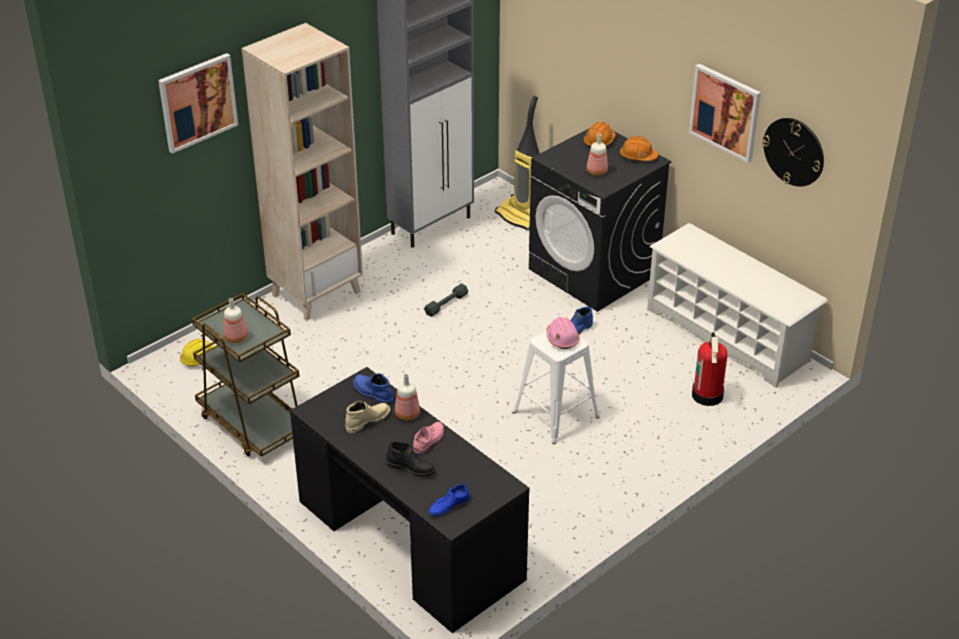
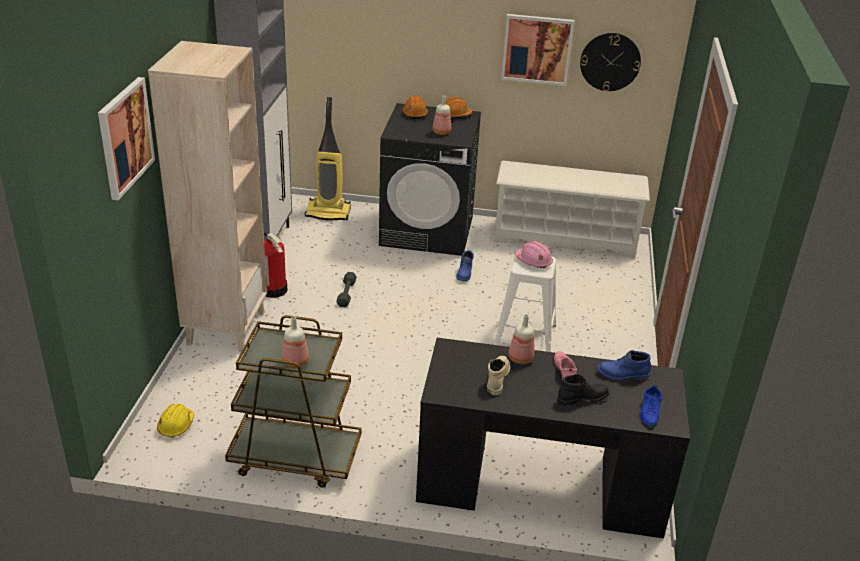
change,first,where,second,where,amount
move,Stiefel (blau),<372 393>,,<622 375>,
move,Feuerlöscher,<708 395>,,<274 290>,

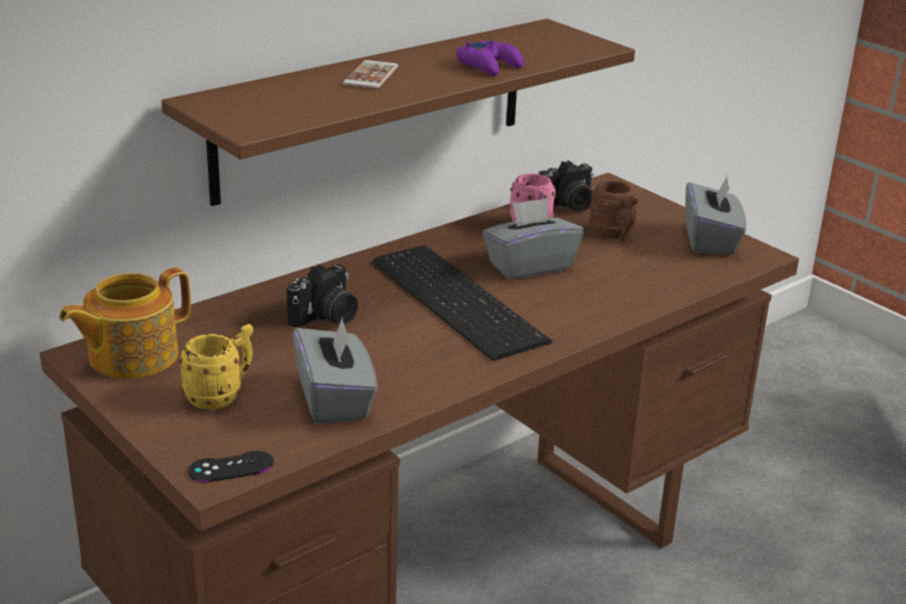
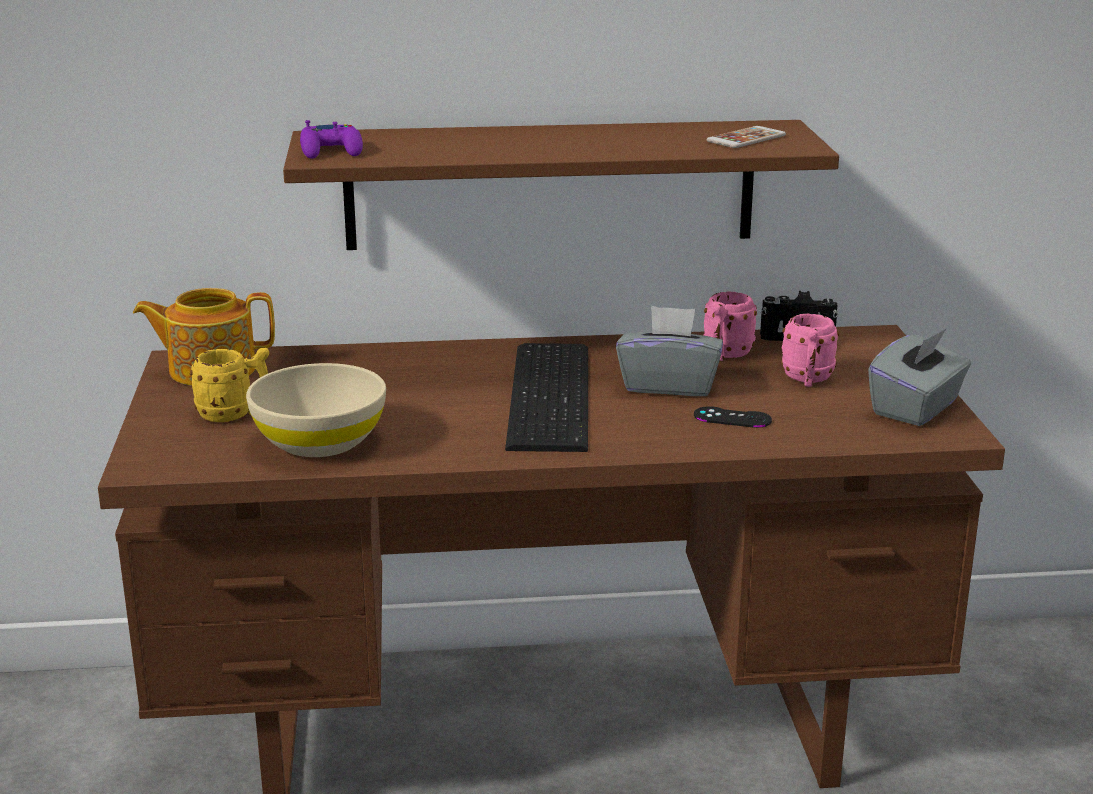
change,first,where,second,where,amount
move,Gamepad (schwarz),<231 467>,,<732 418>,
delete,Kamera,<326 318>,,,
replace,Taschentuchbox (grau),<335 400>,Schüssel (beige),<319 442>,
move,Handy,<371 76>,,<746 138>,
move,Gamepad (lila),<489 65>,,<331 150>,
recolor,Henkelbecher (braun),<614 235>,Henkelbecher (rosa),<807 380>,

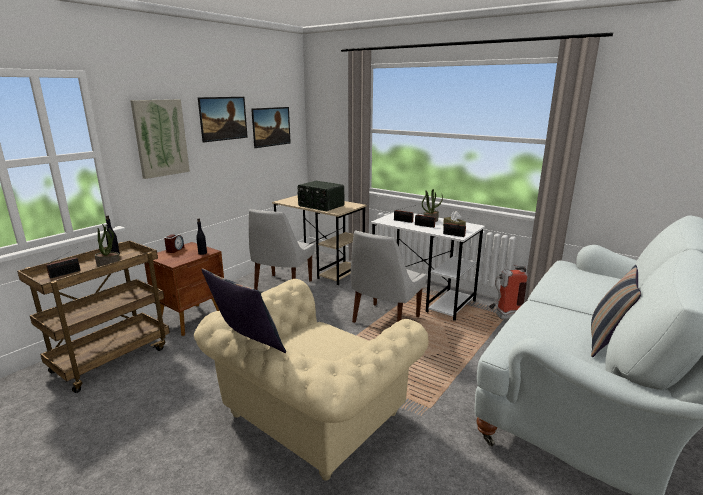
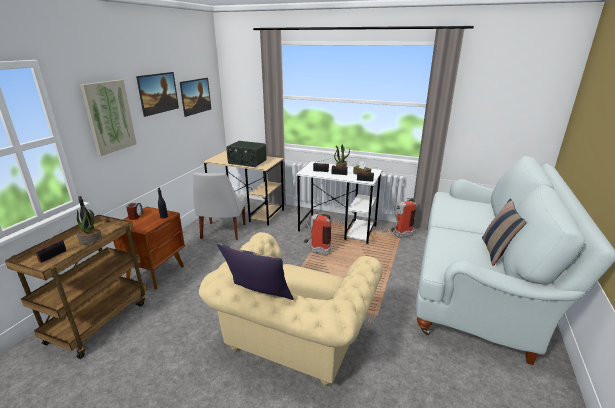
change,first,where,second,where,amount
replace,Stuhl (weiß),<384 320>,Feuerlöscher,<317 251>,

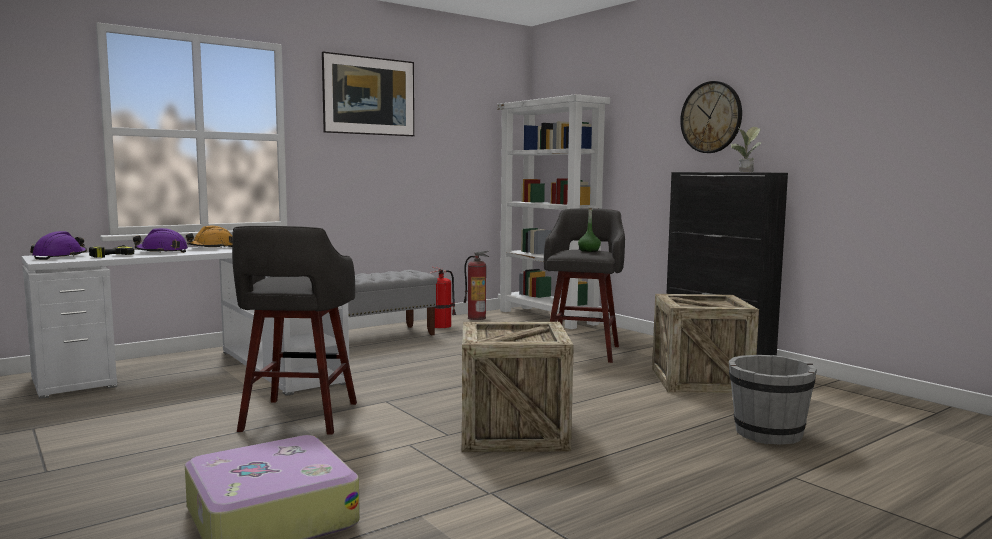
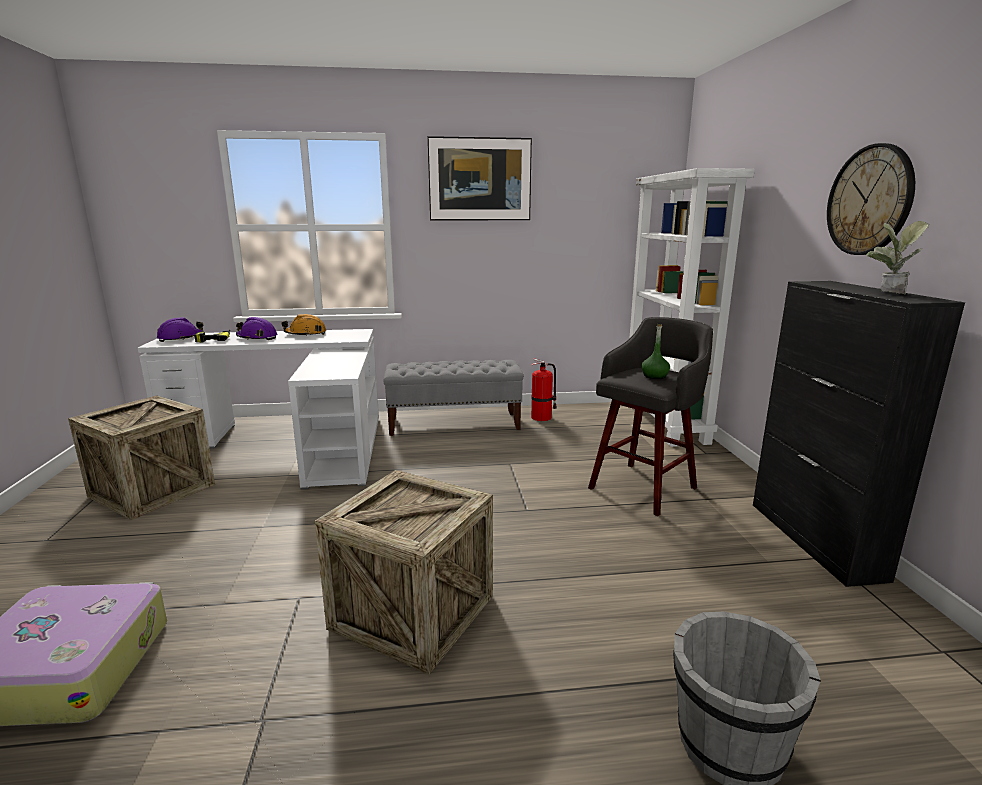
change,first,where,second,where,amount
delete,Hocker (grau),<298 418>,,,
delete,Feuerlöscher,<477 318>,,,
move,Kiste,<700 380>,,<152 490>,

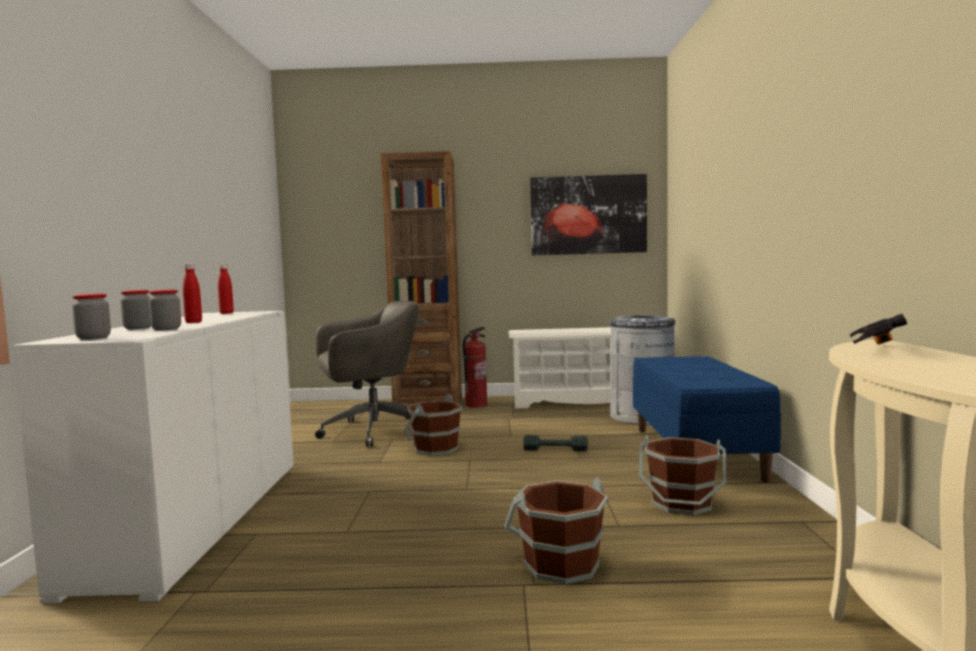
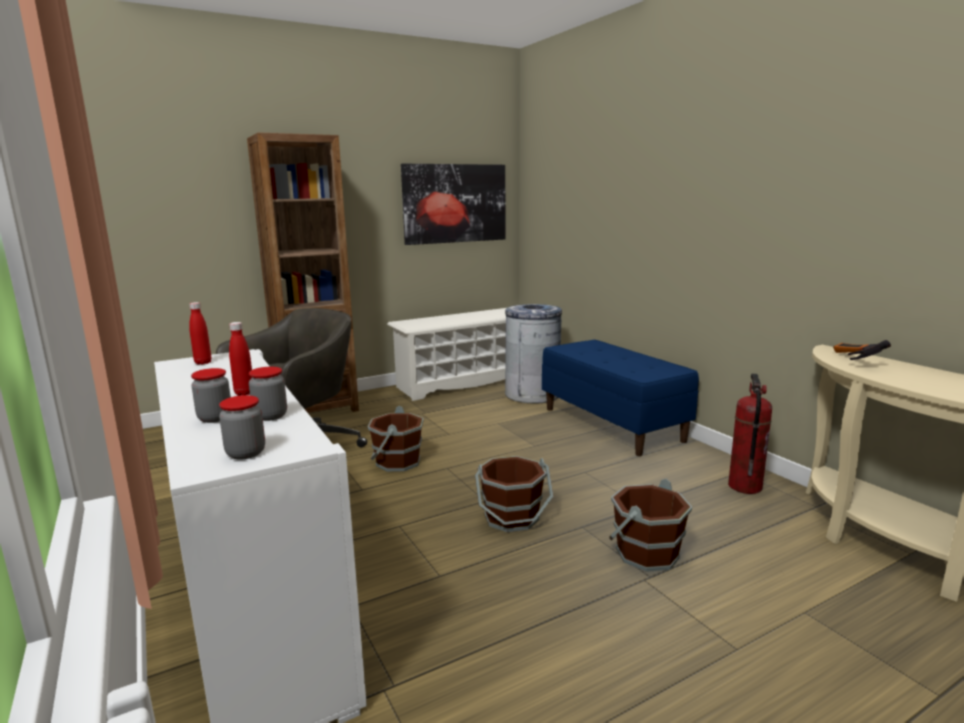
change,first,where,second,where,amount
move,Feuerlöscher,<476 405>,,<744 486>,
delete,Hantel (grau),<555 449>,,,
move,Eimer (braun),<682 503>,,<512 518>,

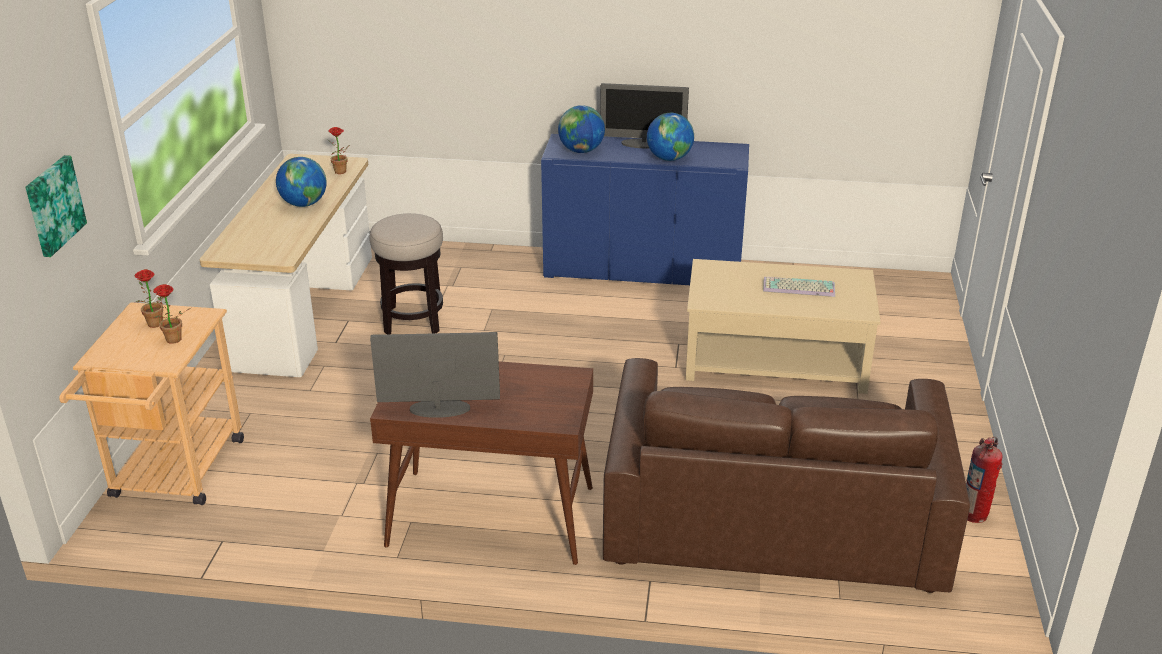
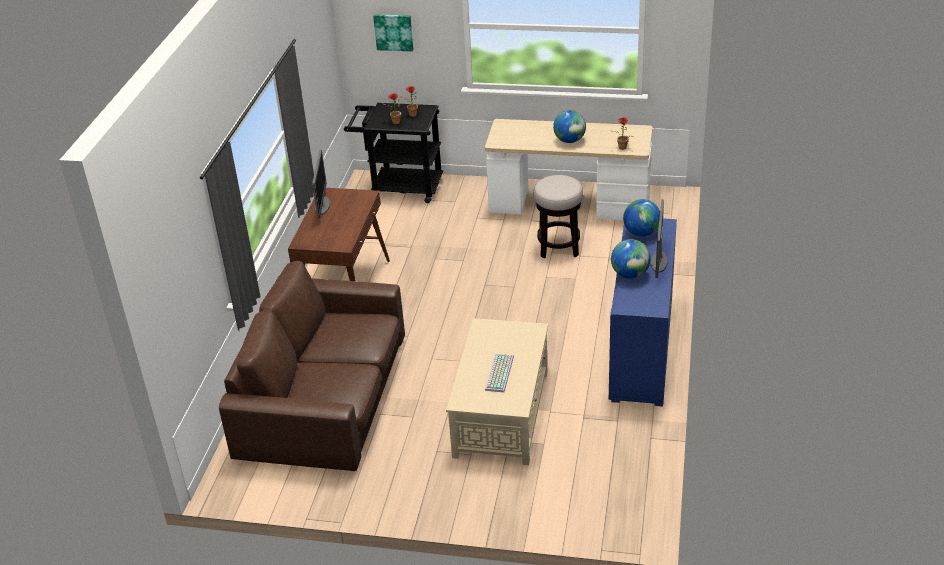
change,first,where,second,where,amount
recolor,Rollwagen (beige),<173 476>,Rollwagen (schwarz),<400 188>,
delete,Feuerlöscher,<974 514>,,,

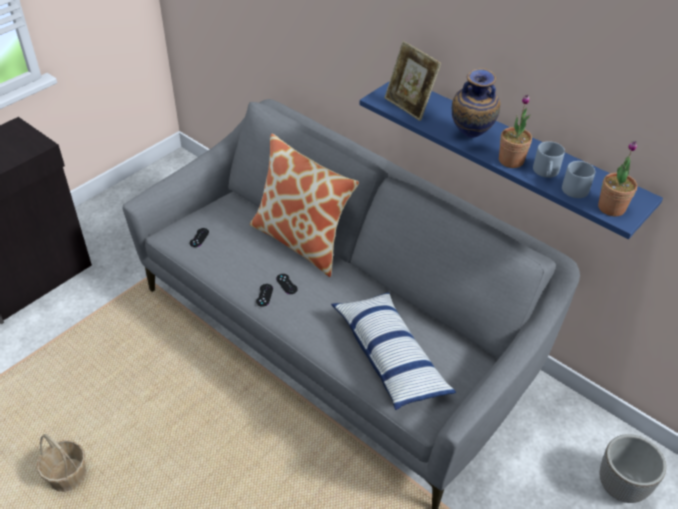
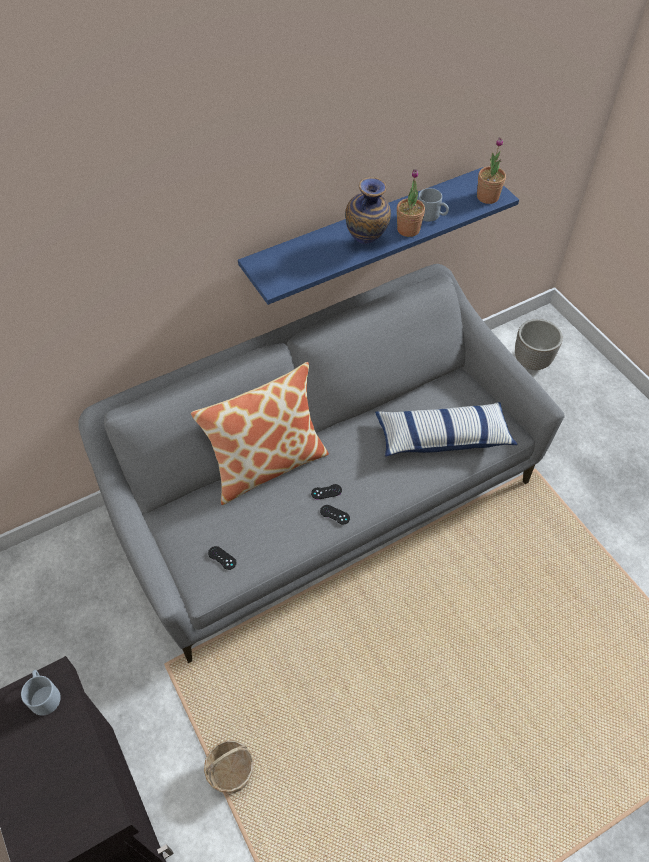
change,first,where,second,where,amount
move,Korb,<68 475>,,<231 773>,
delete,Bilderrahmen,<409 106>,,,
move,Henkelbecher (grau),<577 187>,,<43 695>,

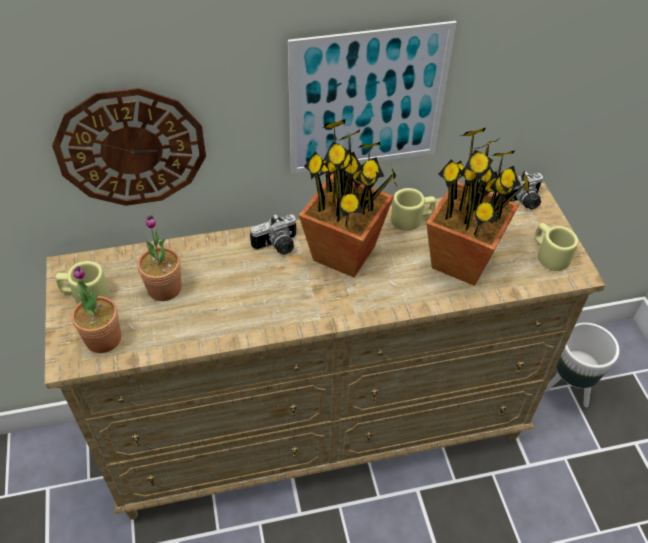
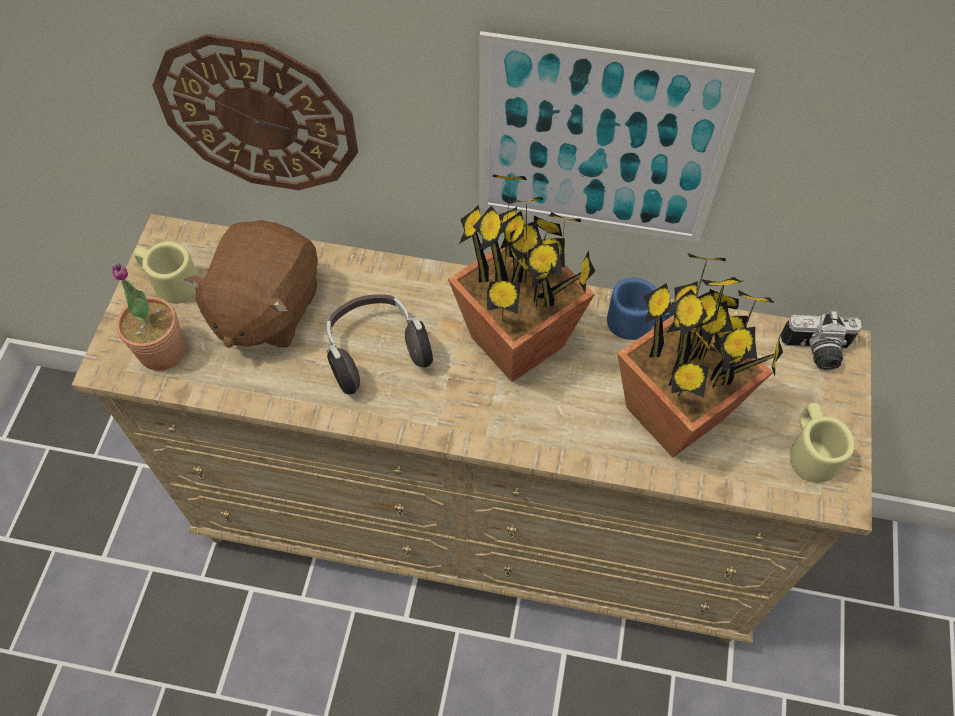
change,first,where,second,where,amount
replace,Topfpflanze,<164 288>,Plüschtier (braun),<265 308>,
delete,Kamera,<277 246>,,,
recolor,Henkelbecher (beige),<412 219>,Henkelbecher (blau),<639 322>,
delete,Pflanzkübel (weiß),<569 388>,,,
insert,,,Kopfhörer,<375 351>,

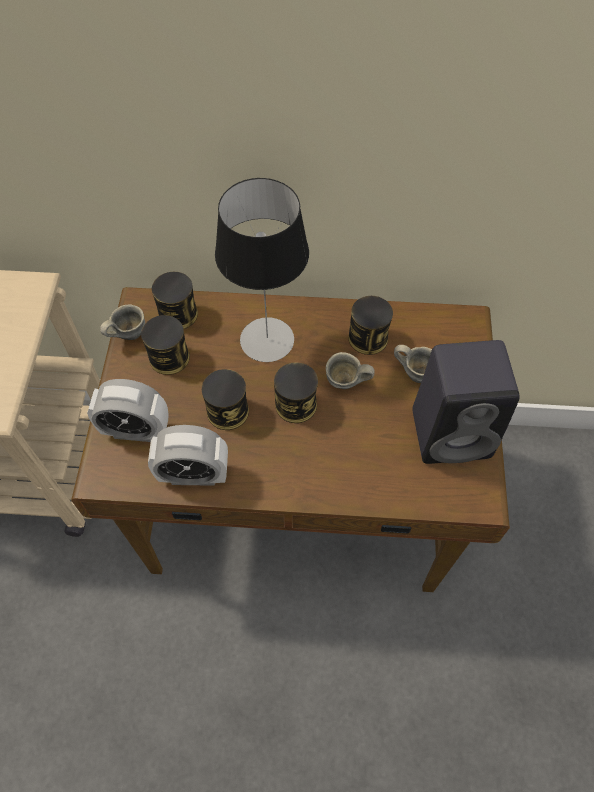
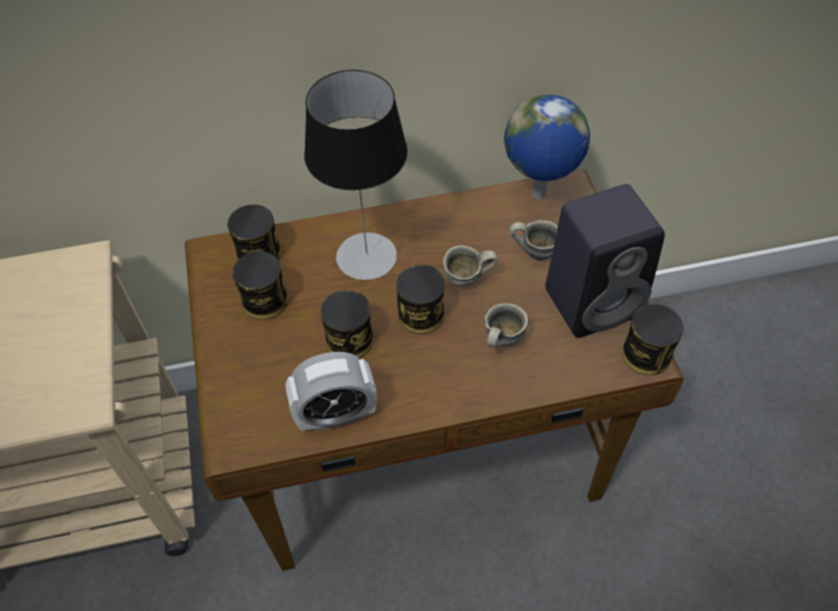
change,first,where,second,where,amount
delete,Wecker,<136 431>,,,
move,Henkelbecher (grau),<127 334>,,<500 339>,
move,Dose,<368 338>,,<646 354>,
insert,,,Globus,<539 195>,

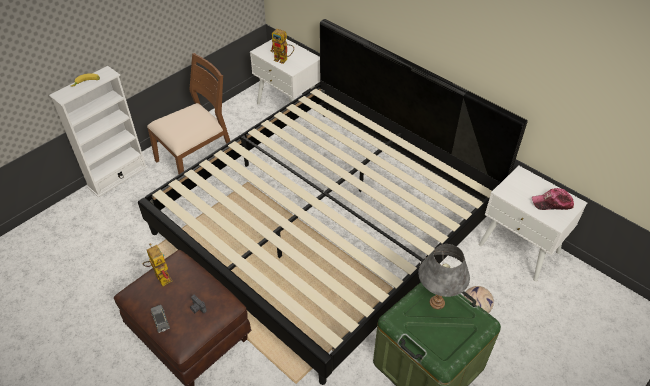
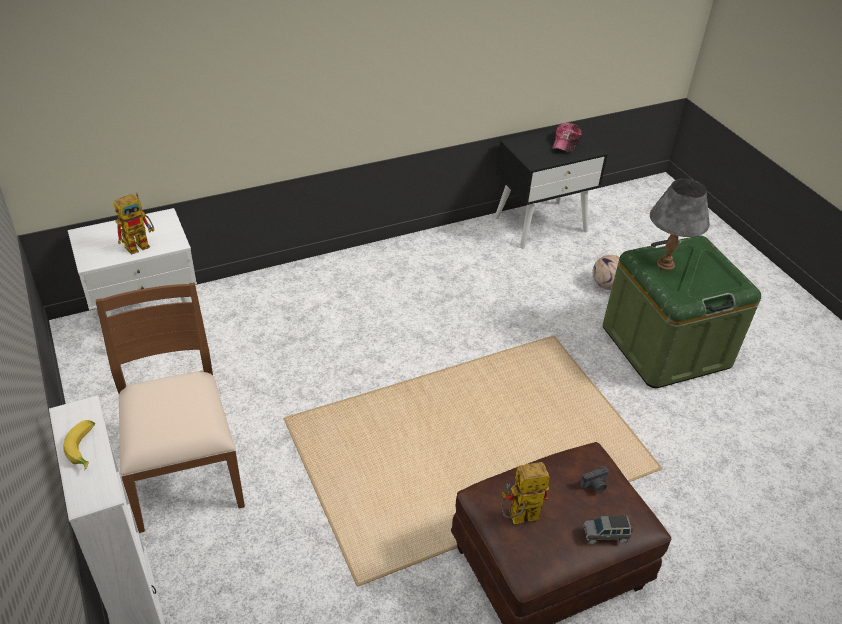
change,first,where,second,where,amount
delete,Bett,<325 223>,,,
recolor,Nachttisch (weiß),<519 248>,Nachttisch (schwarz),<541 224>,

